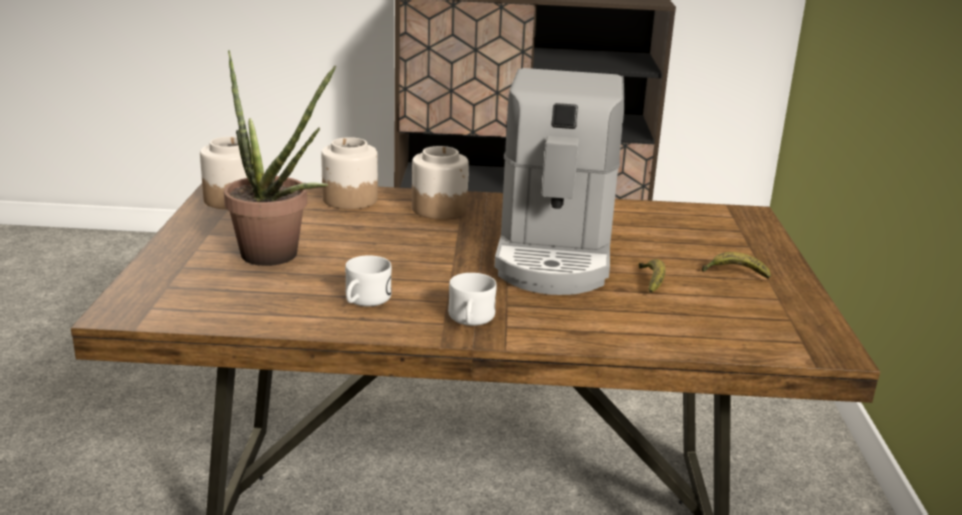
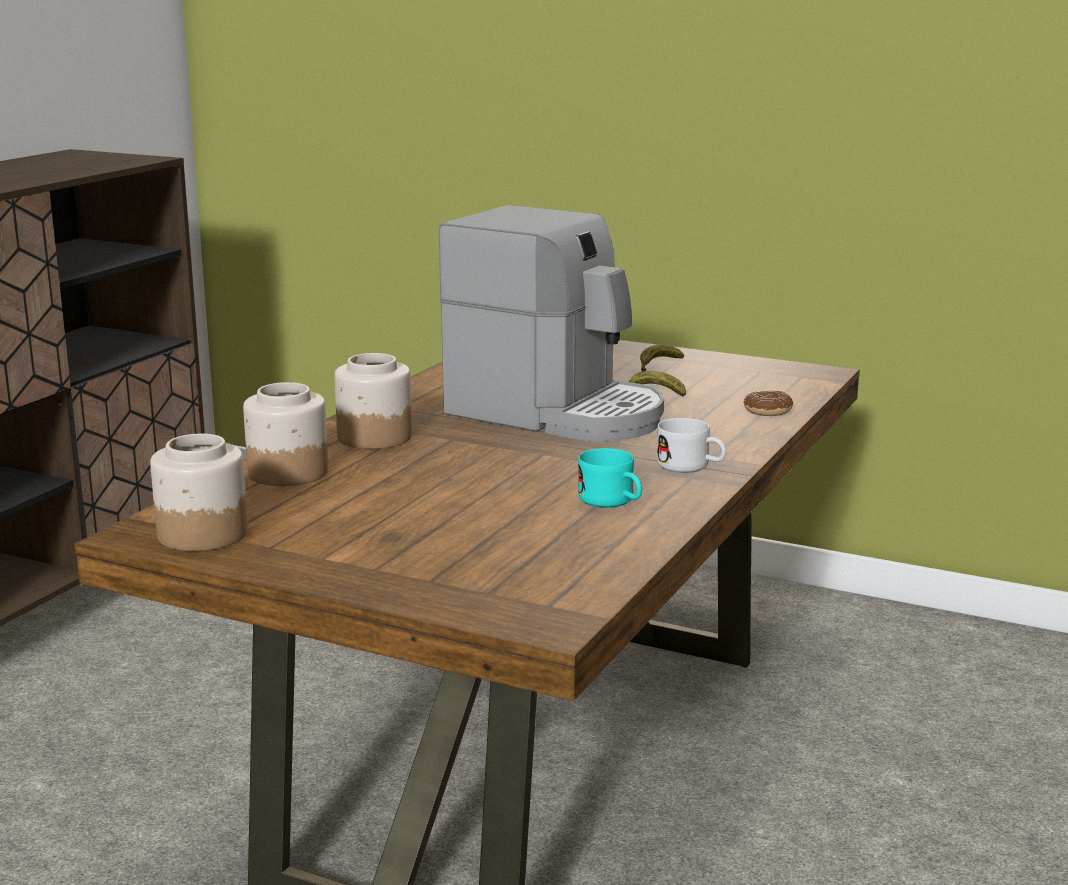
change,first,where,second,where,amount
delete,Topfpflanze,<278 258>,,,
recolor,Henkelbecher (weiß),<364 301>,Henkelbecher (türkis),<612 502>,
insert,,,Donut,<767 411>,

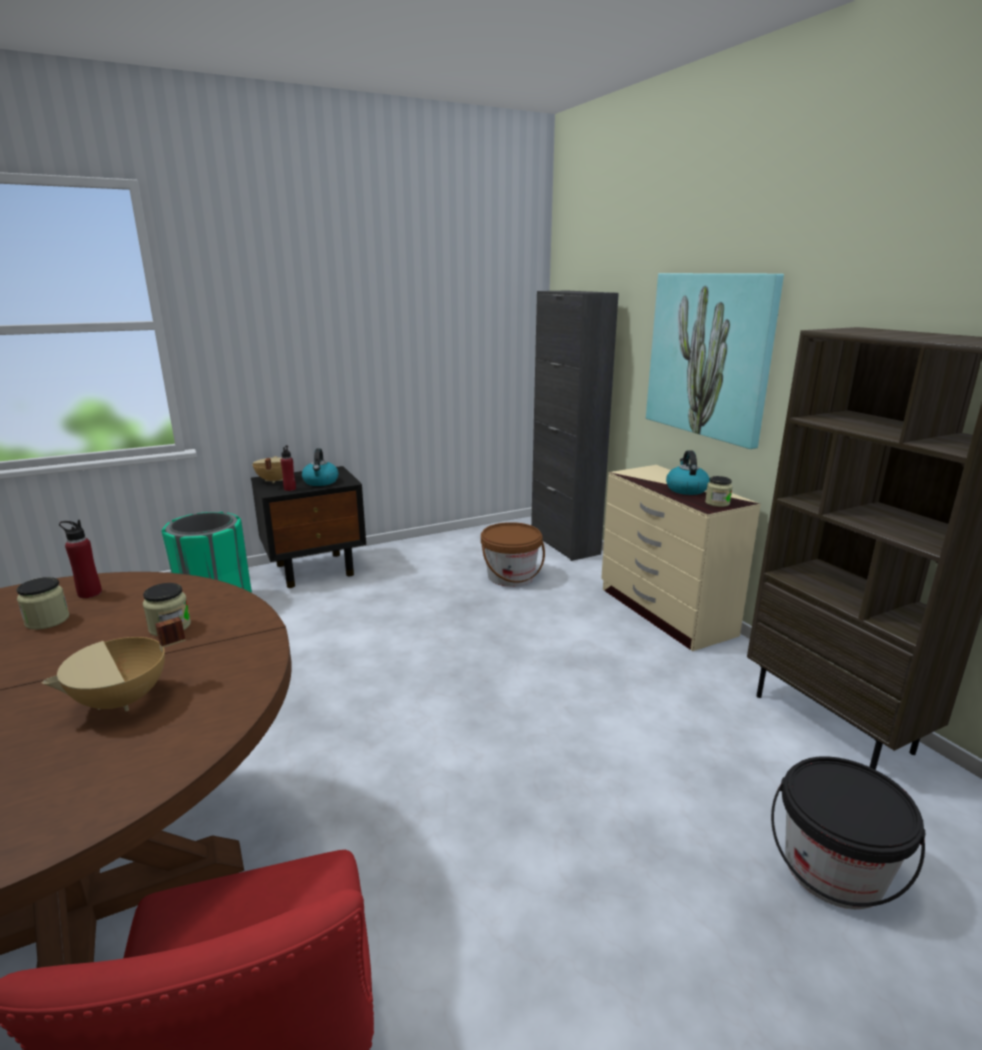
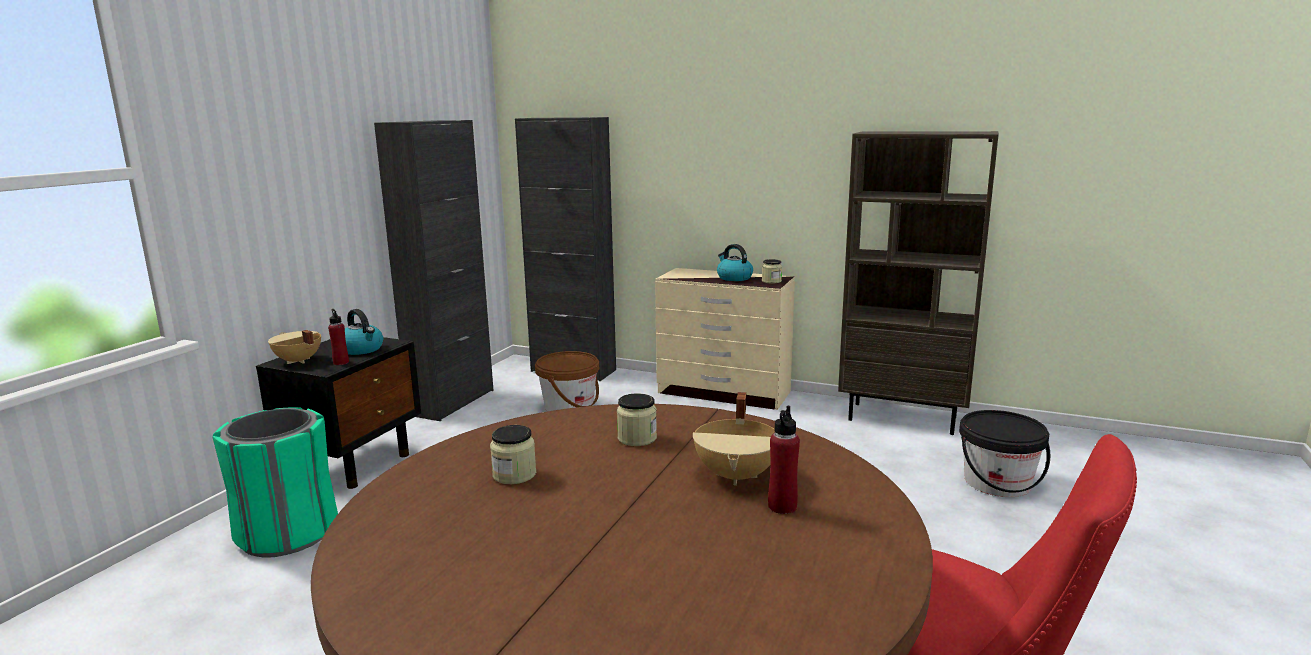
change,first,where,second,where,amount
move,Flasche (rot),<89 593>,,<782 506>,
delete,Bild,<709 355>,,,
insert,,,Schrank (schwarz),<452 402>,

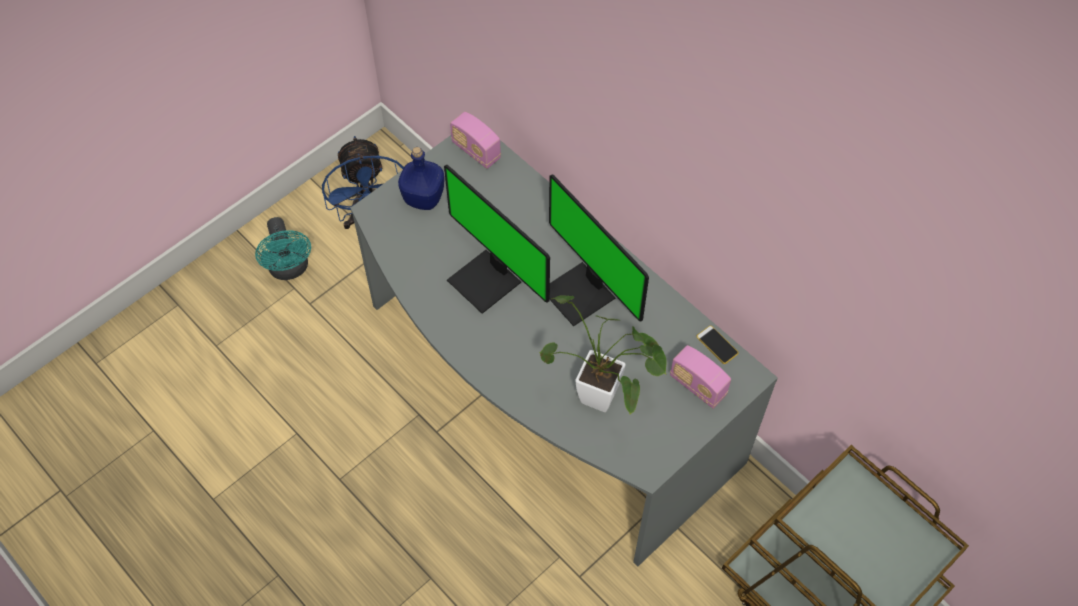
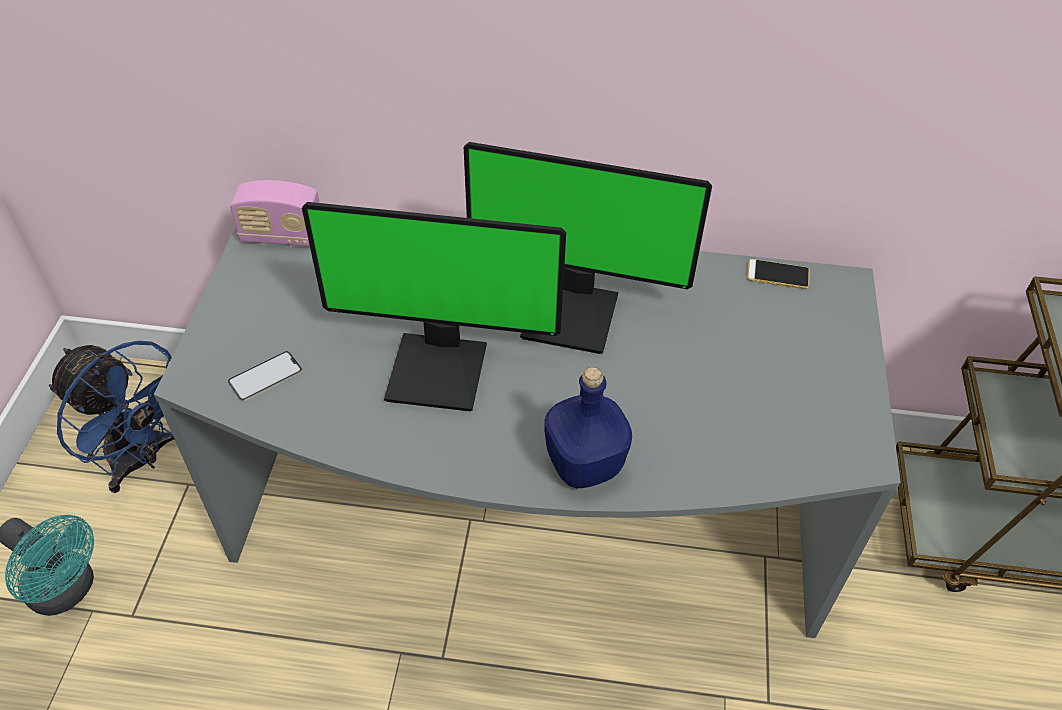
change,first,where,second,where,amount
move,Flasche (blau),<424 197>,,<583 463>,
delete,Topfpflanze,<606 401>,,,
delete,Radio,<697 386>,,,
insert,,,Handy,<265 376>,

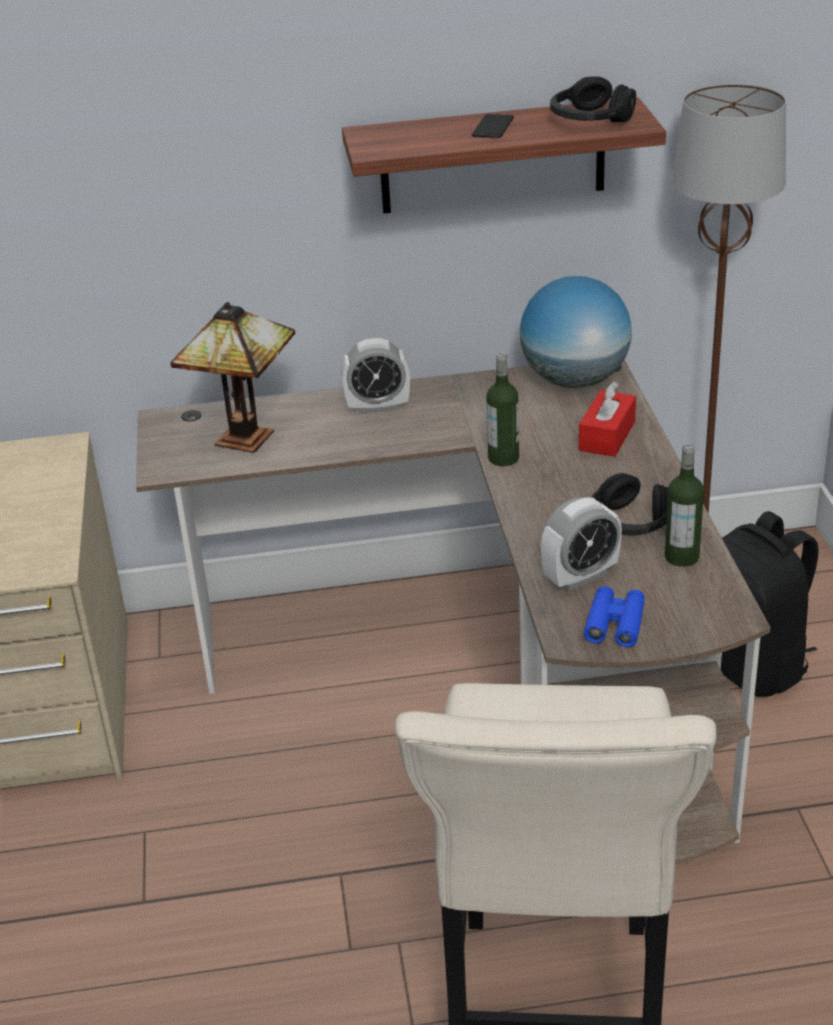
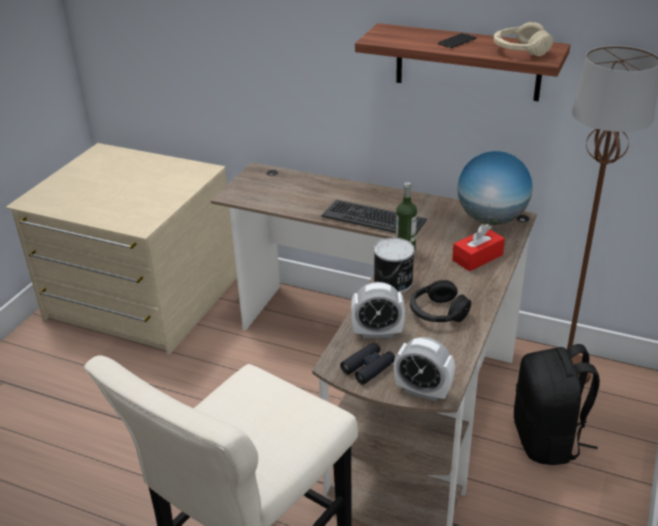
change,first,where,second,where,amount
delete,Tischlampe,<249 438>,,,
move,Wecker,<378 407>,,<422 391>,
recolor,Kopfhörer (schwarz),<590 120>,Kopfhörer (beige),<520 50>,
recolor,Fernglas (blau),<615 623>,Fernglas (schwarz),<368 367>,
delete,Flasche,<681 557>,,,
insert,,,Tastatur,<374 218>,
insert,,,Dose,<394 282>,

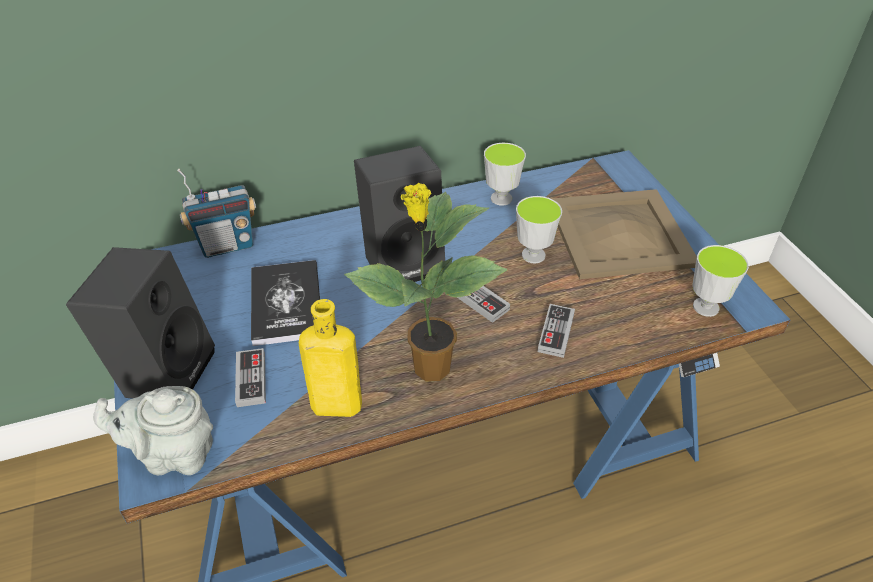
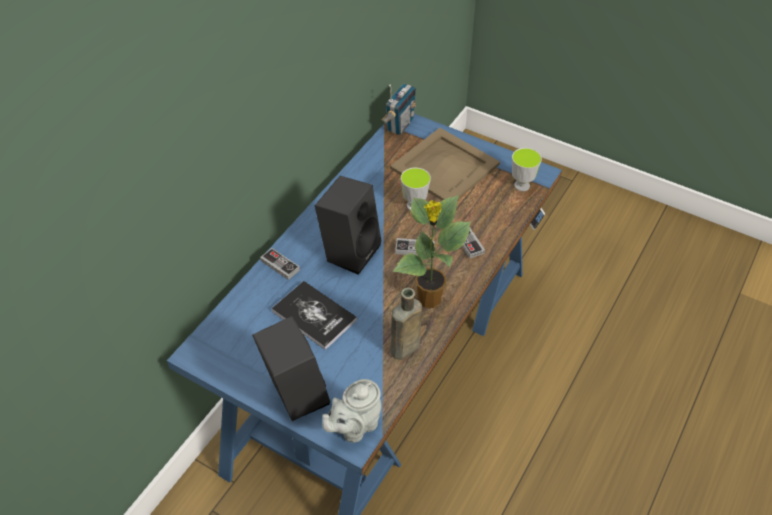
change,first,where,second,where,amount
move,Radio,<227 245>,,<399 125>,
move,Gamepad,<251 380>,,<280 265>,
recolor,Flasche (gelb),<332 405>,Flasche (braun),<403 350>,
delete,Tasse,<501 198>,,,

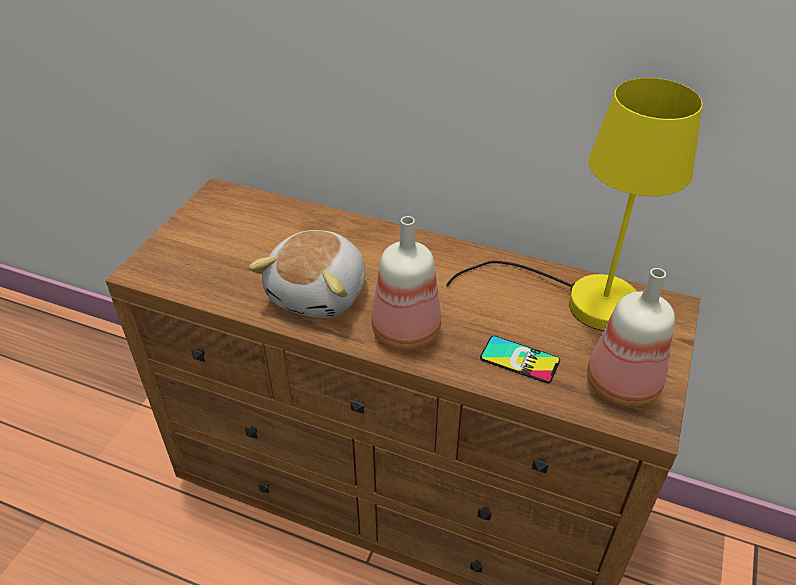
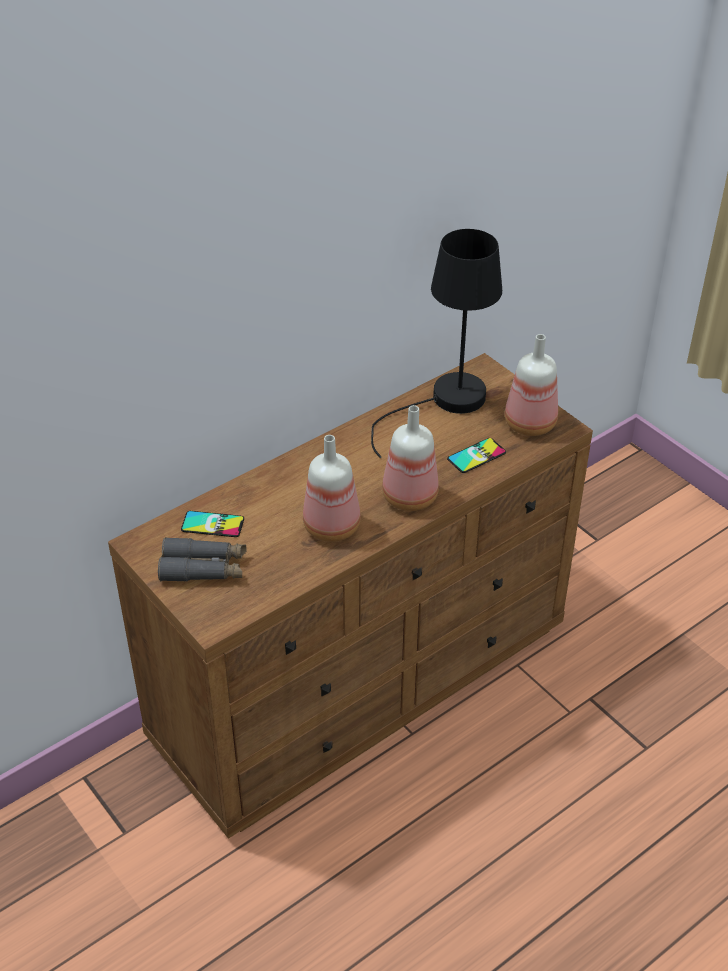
change,first,where,second,where,amount
replace,Plüschtier,<320 293>,Flasche,<332 525>,
recolor,Tischlampe (gelb),<580 300>,Tischlampe (schwarz),<445 403>,
insert,,,Fernglas (grau),<204 568>,
insert,,,Handy,<212 524>,

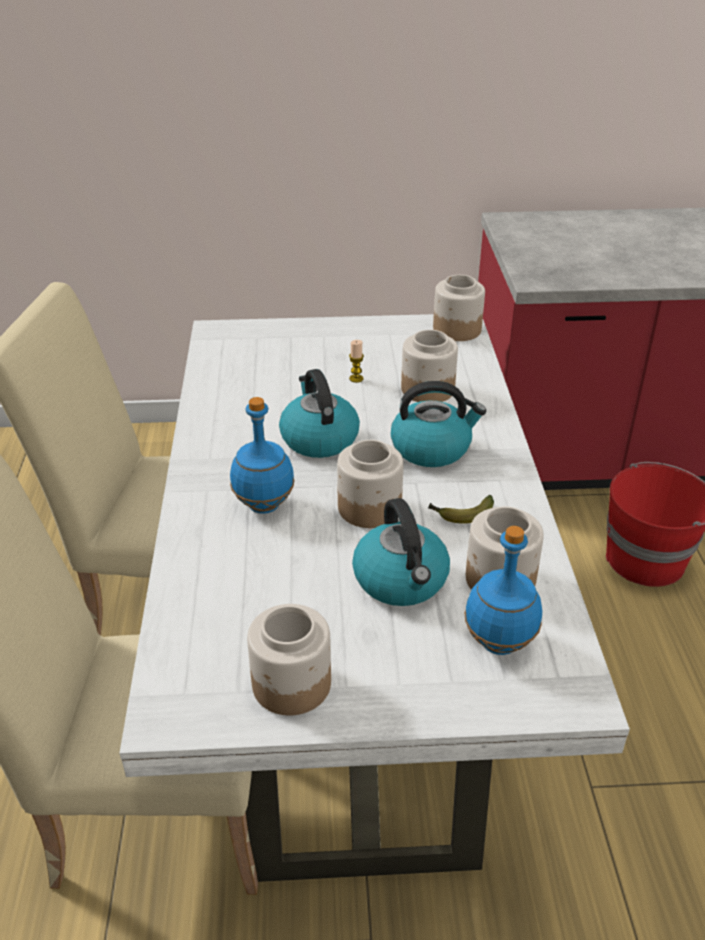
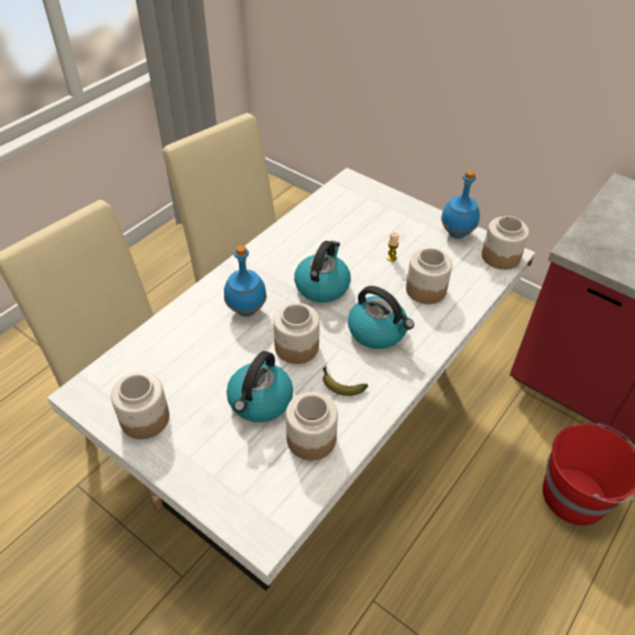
change,first,where,second,where,amount
move,Flasche (blau),<499 642>,,<457 233>,

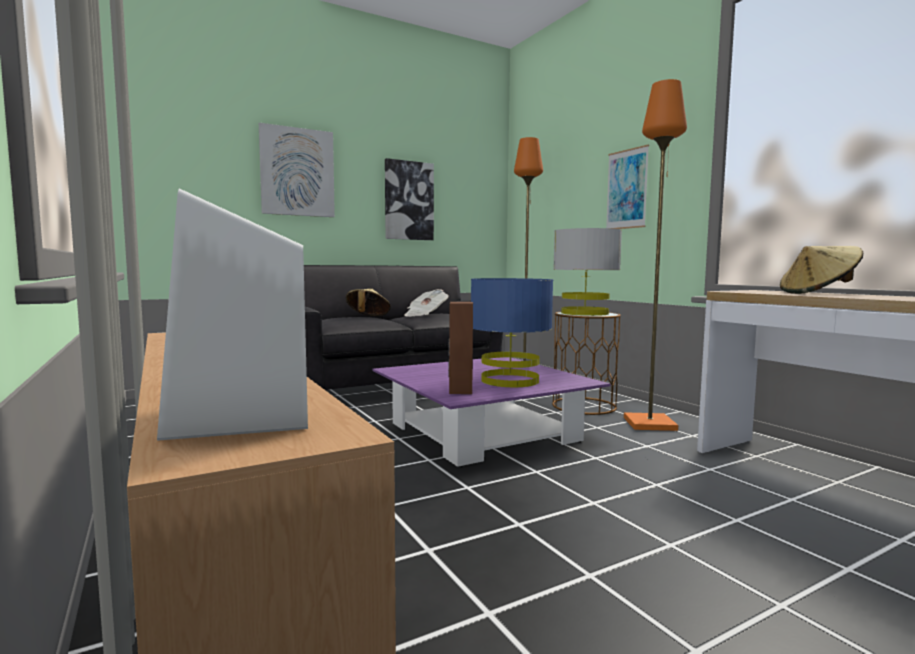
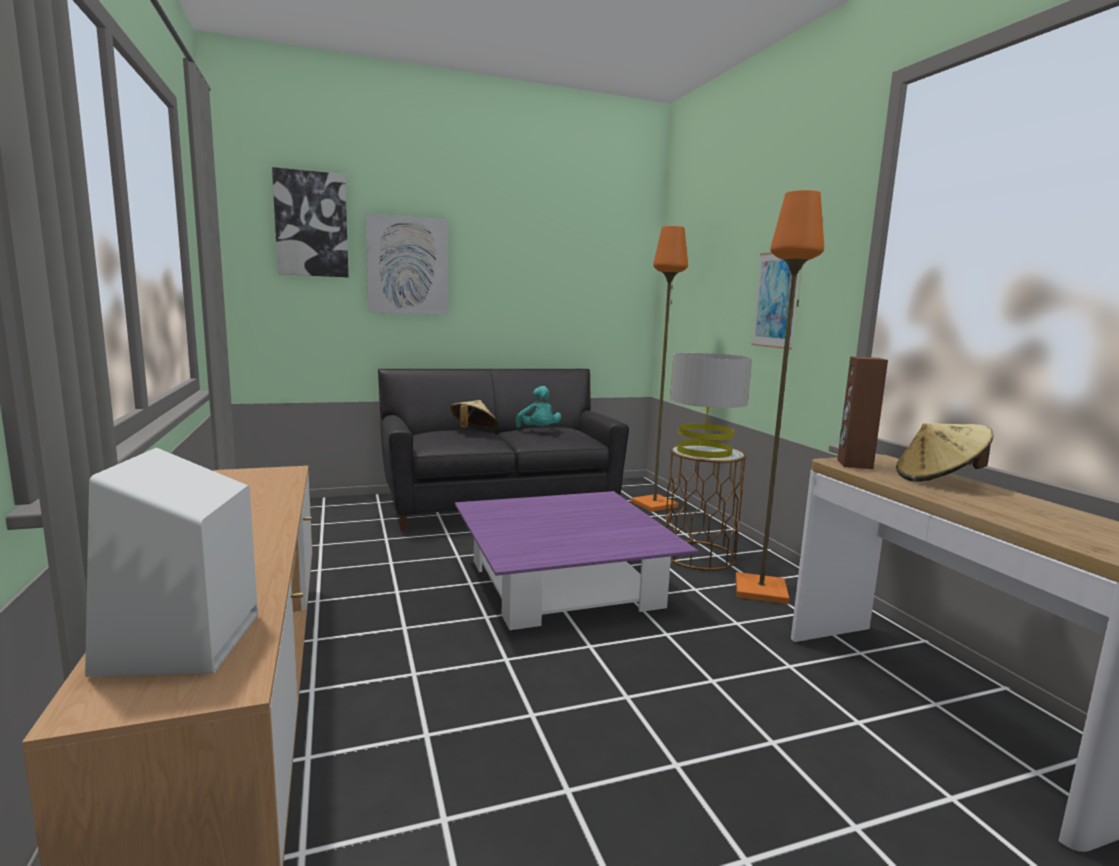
change,first,where,second,where,amount
move,Bild,<408 201>,,<311 224>,
replace,Zeitung,<425 315>,Plüschtier (türkis),<539 431>,
move,Lautsprecher (braun),<460 391>,,<854 464>,
delete,Tischlampe (blau),<510 381>,,,

